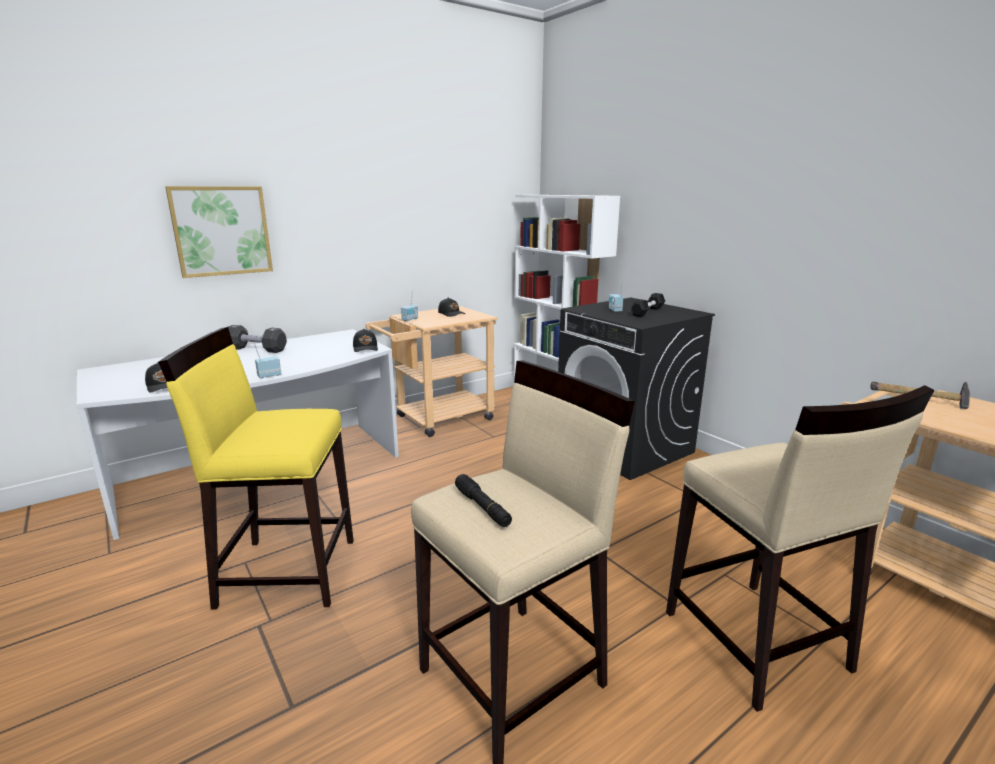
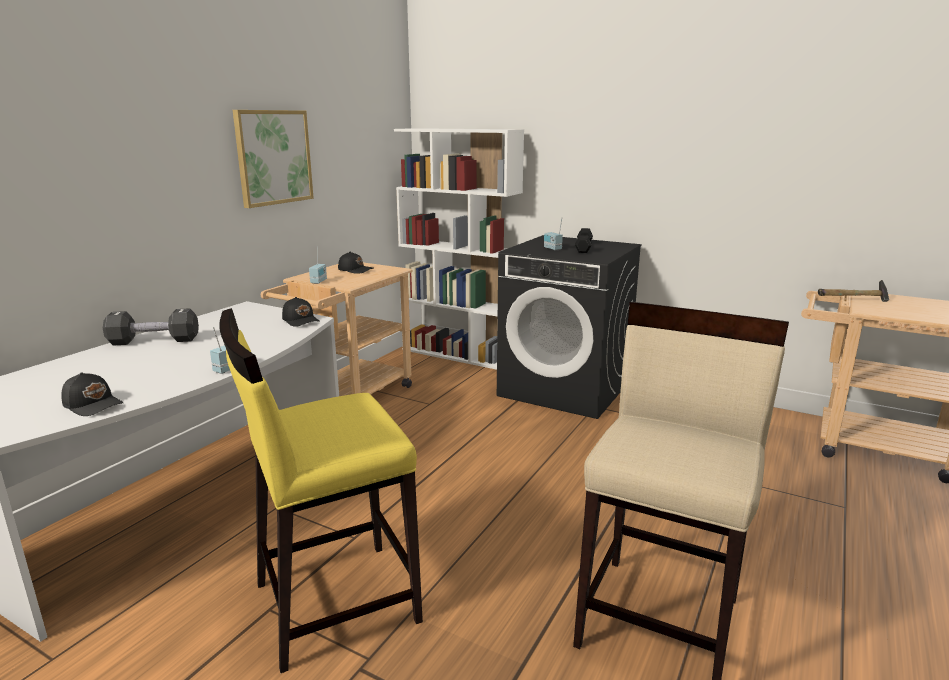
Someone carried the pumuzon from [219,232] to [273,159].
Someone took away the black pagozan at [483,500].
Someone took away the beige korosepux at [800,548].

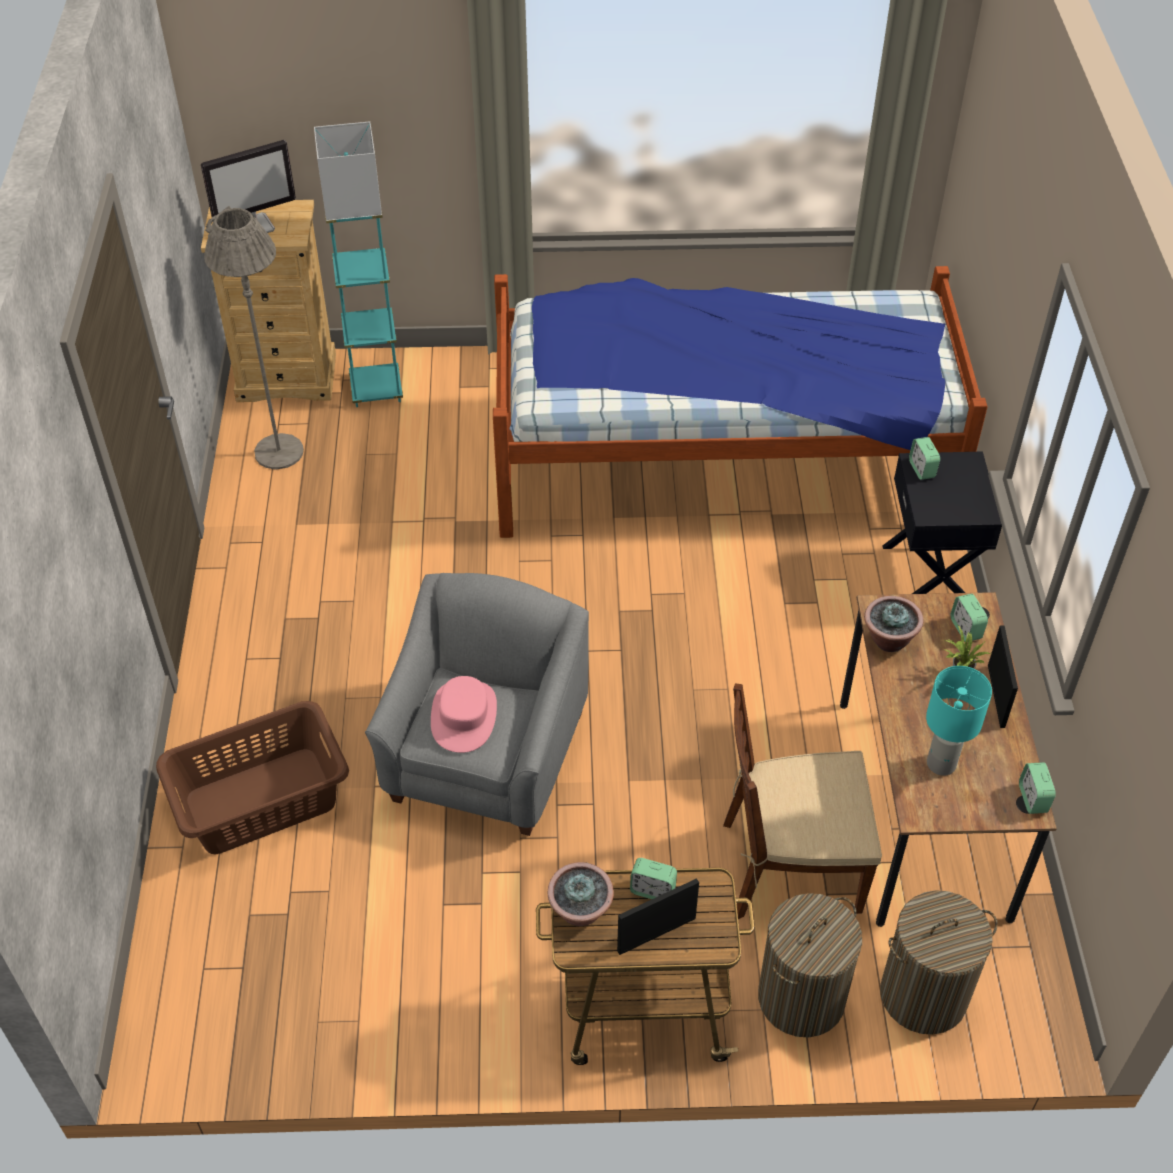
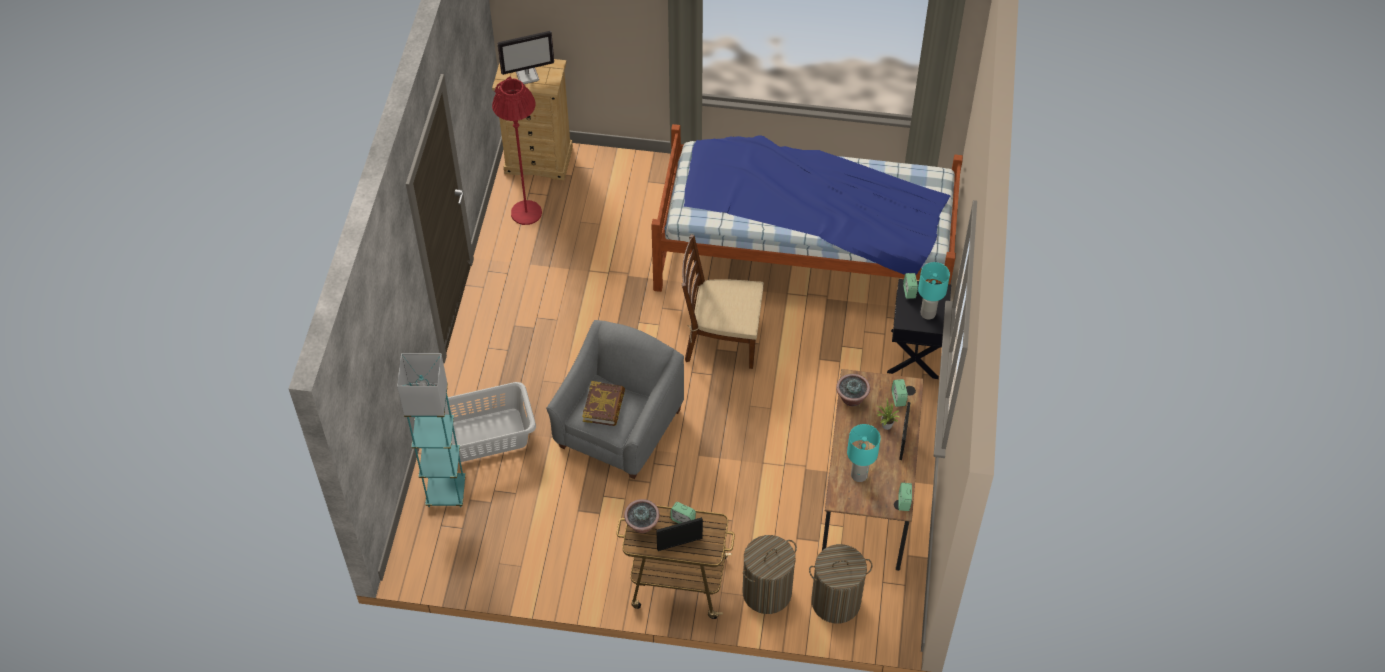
Someone repainted the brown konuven at [252,777], which became the grey konuven at [490,422].
Someone repainted the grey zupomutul at [254,338], which became the red zupomutul at [517,150].
Someone carried the turquoise zupomutul from [358,264] to [431,430].
Someone swapped the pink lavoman at [464,714] for the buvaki at [603,403].
Someone carried the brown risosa from [802,801] to [723,301].
Someone put down the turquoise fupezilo at [934,290].

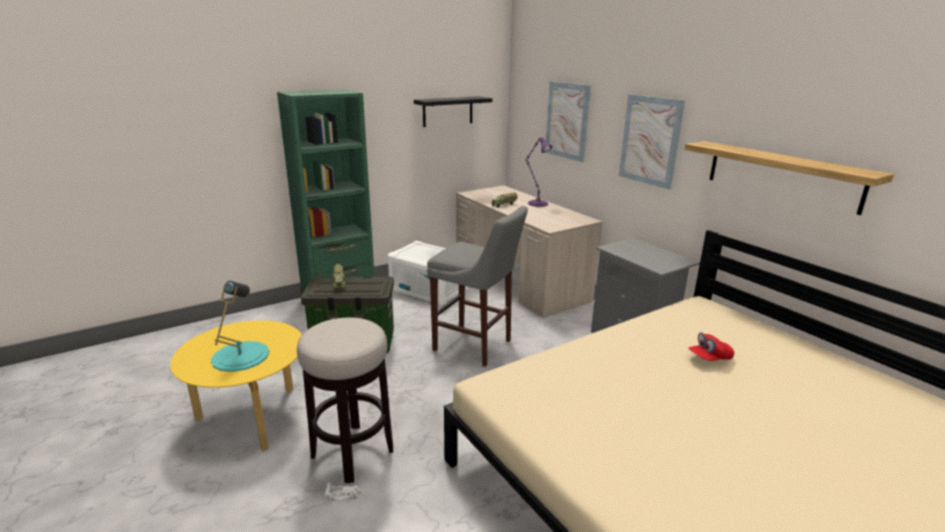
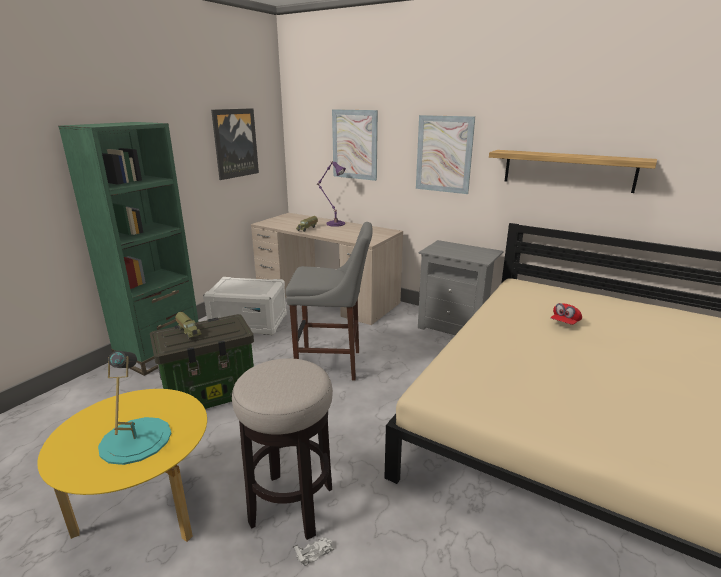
Someone swapped the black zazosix at [453,111] for the pumuzon at [235,144].

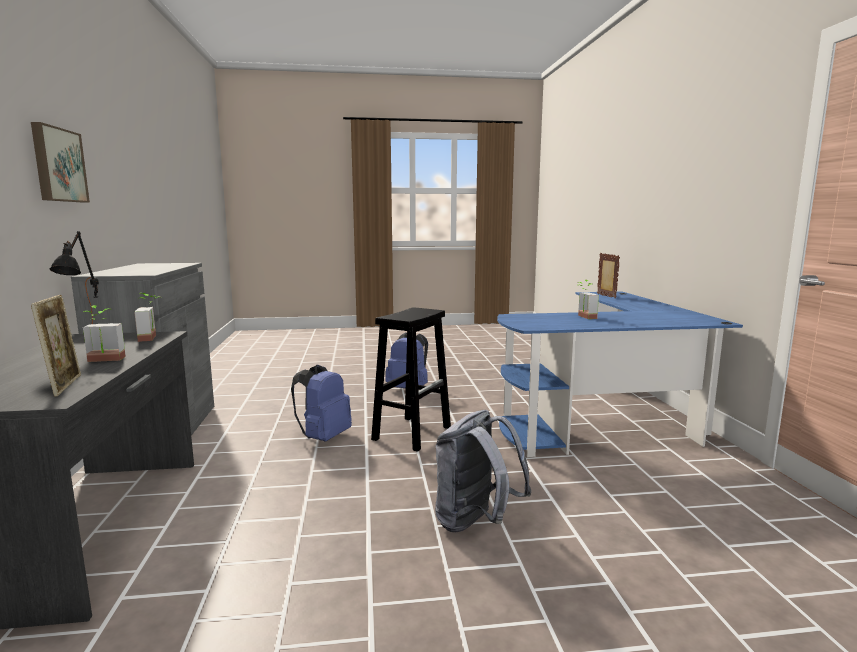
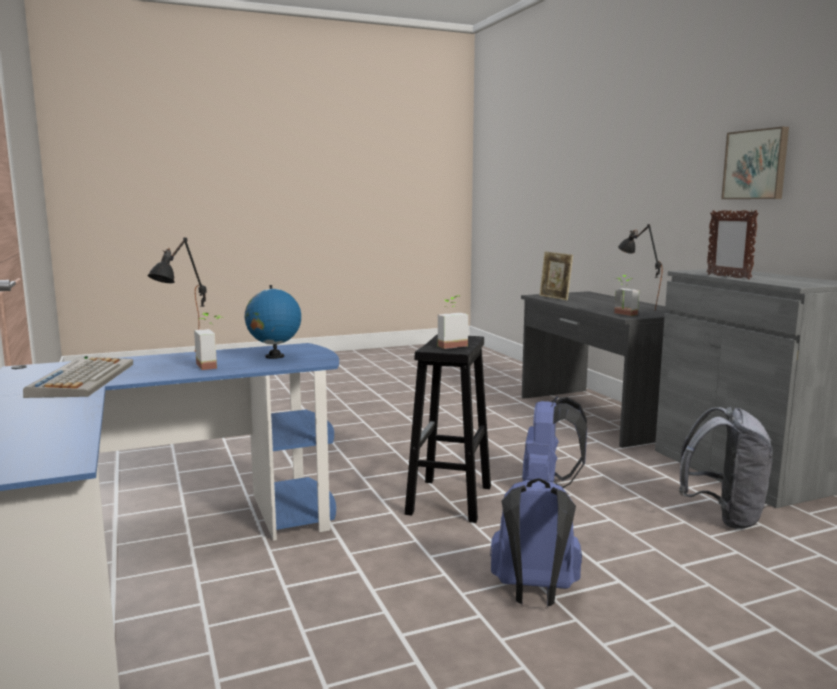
Someone carried the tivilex from [104,333] to [453,322].
Someone carried the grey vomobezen from [483,471] to [726,468].
Someone carried the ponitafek from [608,275] to [732,244].
Someone put down the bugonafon at [78,377].
Someone put down the black fupezilo at [177,283].
Someone put down the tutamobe at [273,322].

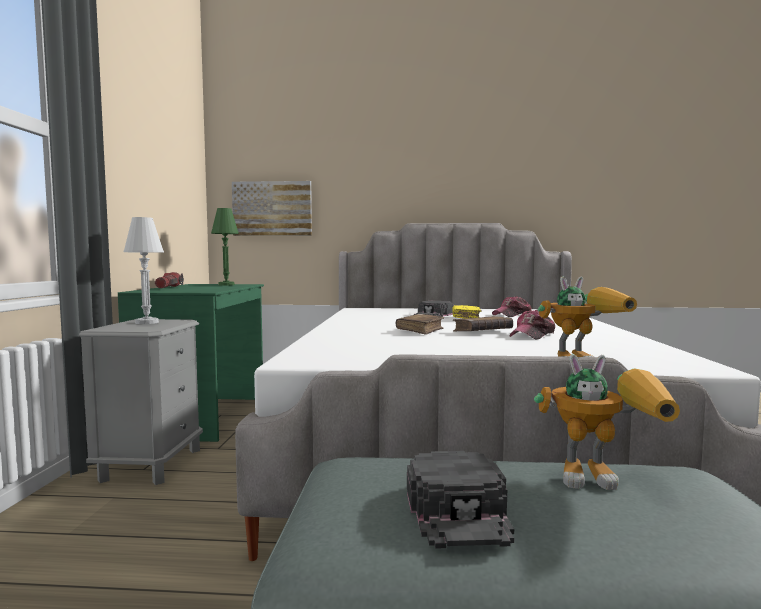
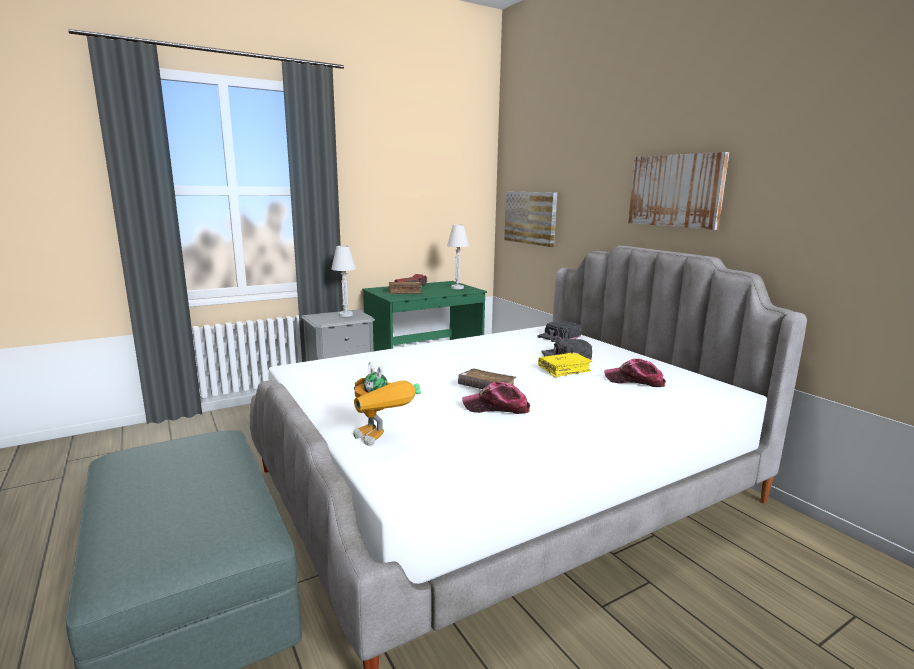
Someone repainted the green fupezilo at [225,247], which became the white fupezilo at [458,257].
Someone carried the brown buvaki from [420,324] to [405,288].
Someone carried the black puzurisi from [460,500] to [559,331].
Someone took away the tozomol at [607,422].
Someone put up the pumuzon at [678,191].

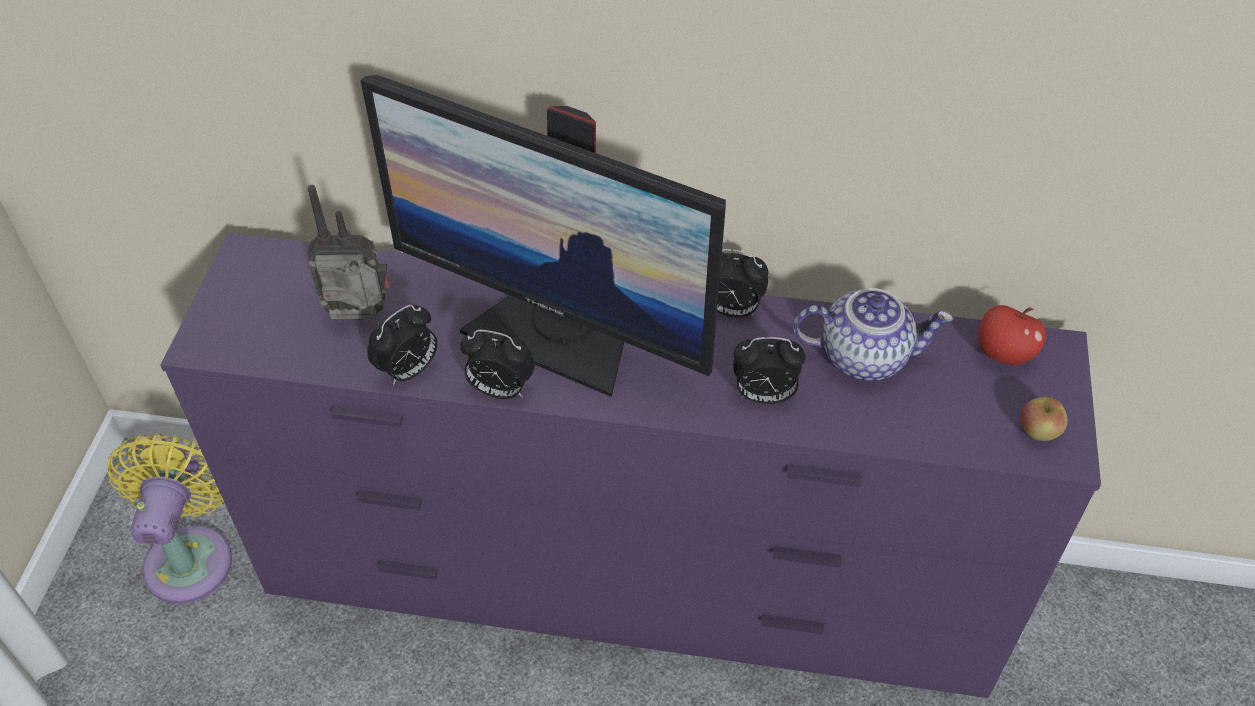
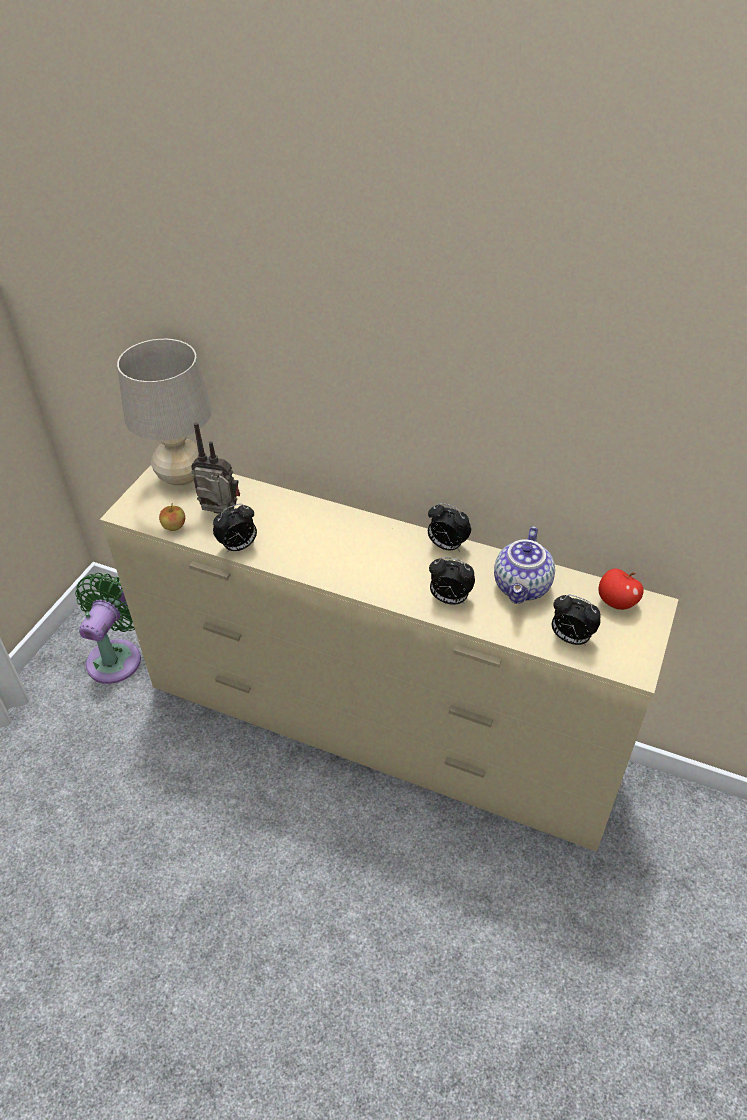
Someone repainted the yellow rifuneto at [169,519], which became the green rifuneto at [108,628].
Someone repainted the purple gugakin at [631,465], which became the beige gugakin at [389,658].
Someone took away the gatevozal at [543,236].
Someone carried the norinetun from [497,364] to [576,620].
Someone rotated the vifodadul at [873,334] by 90 degrees clockwise.
Someone carried the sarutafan from [1044,418] to [172,517].
Someone put down the beige fupezilo at [164,413].

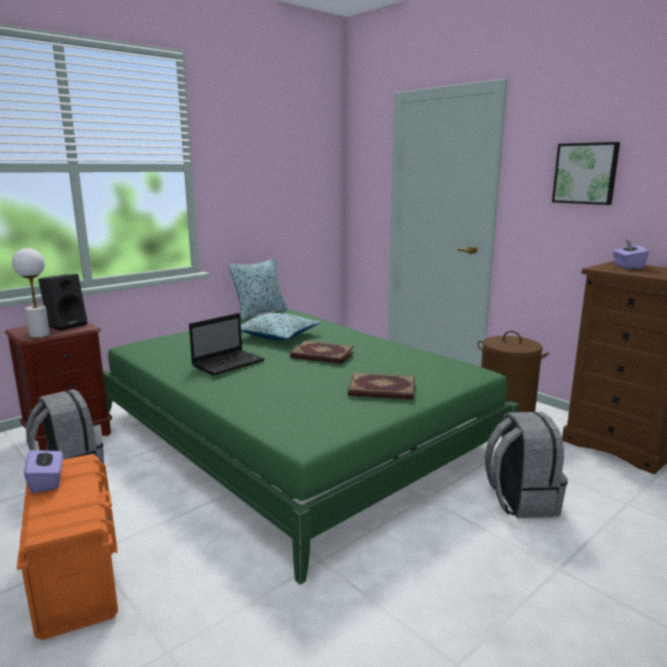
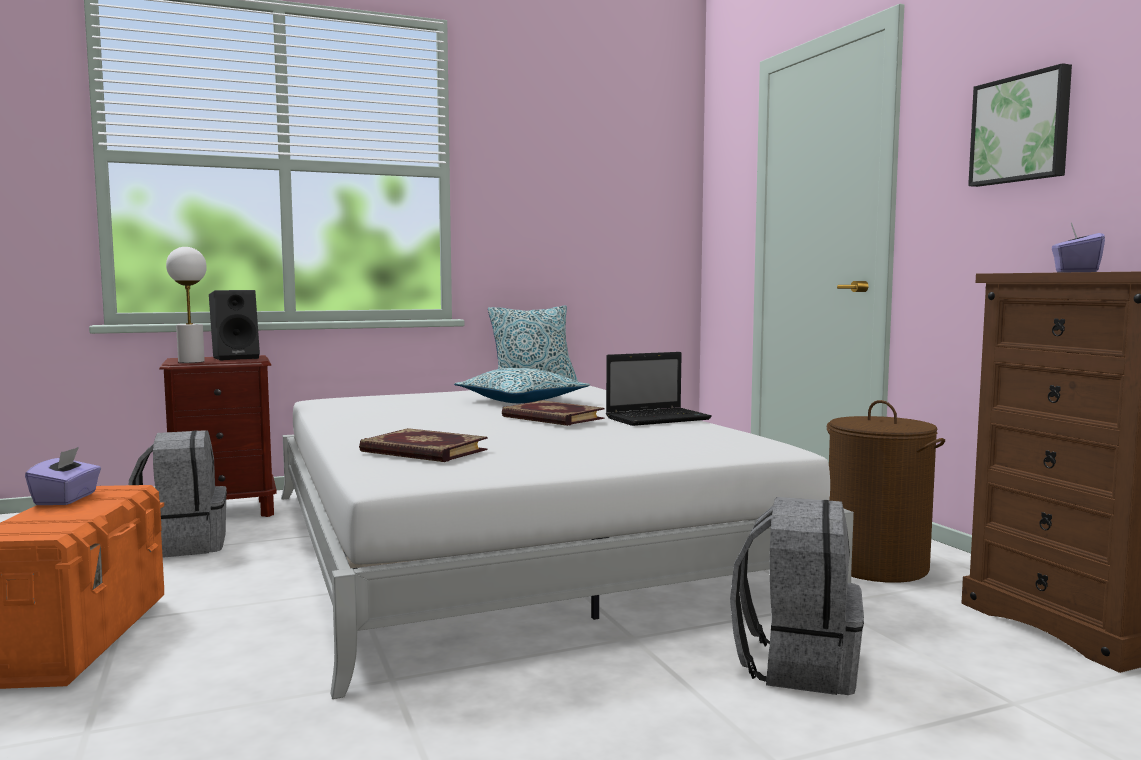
Someone repainted the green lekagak at [311,447], which became the white lekagak at [567,542].
Someone carried the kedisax from [227,344] to [659,389].
Someone carried the buvaki from [381,386] to [423,445].

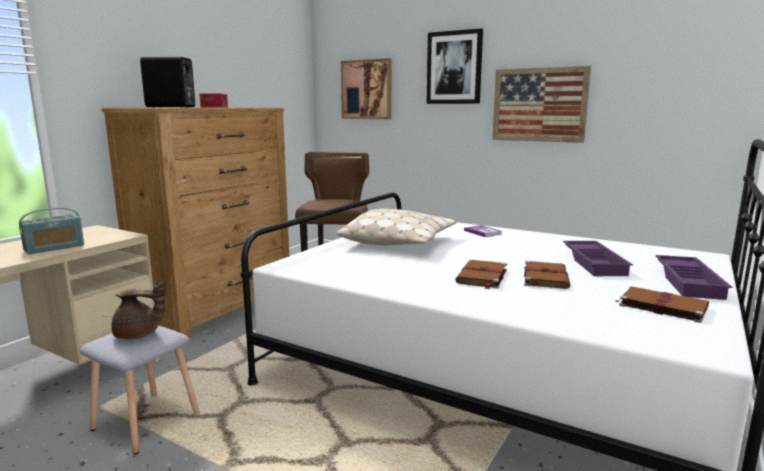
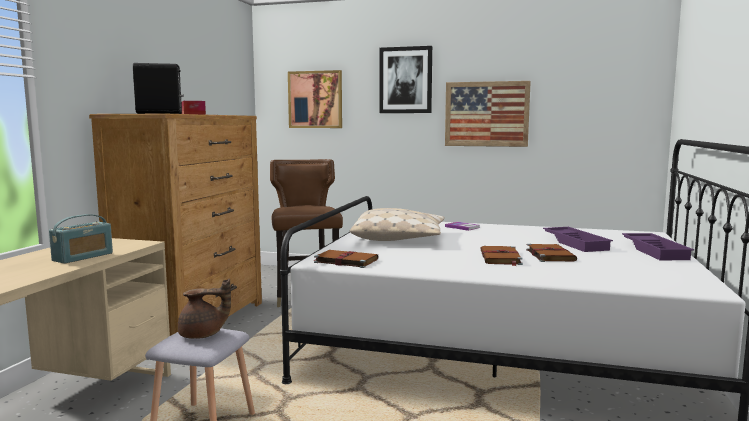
Someone carried the brown buvaki from [661,304] to [345,259].

